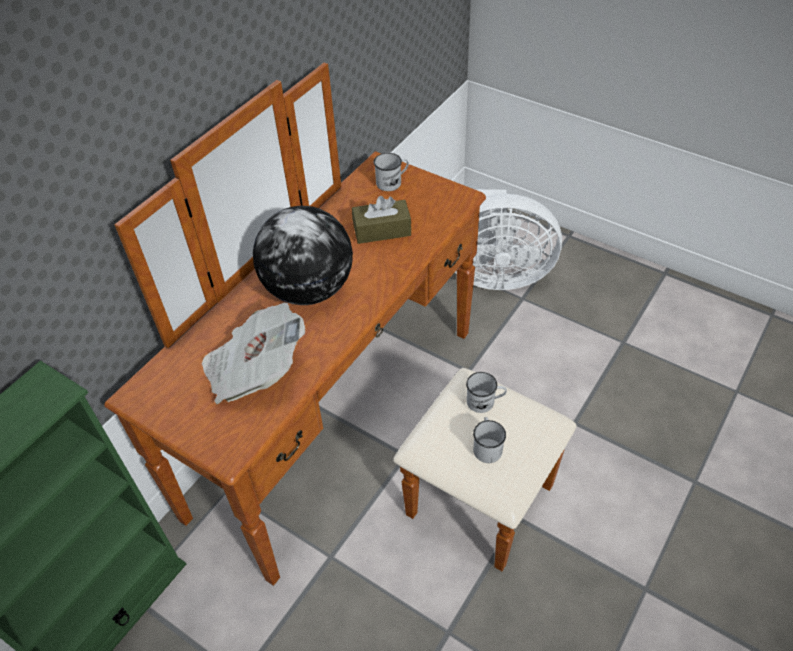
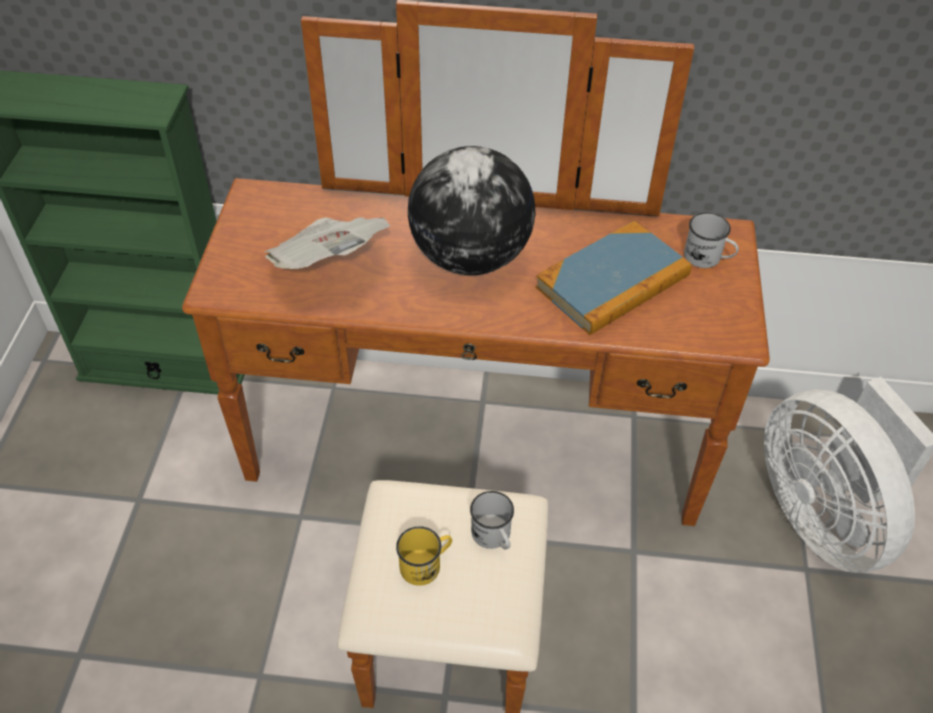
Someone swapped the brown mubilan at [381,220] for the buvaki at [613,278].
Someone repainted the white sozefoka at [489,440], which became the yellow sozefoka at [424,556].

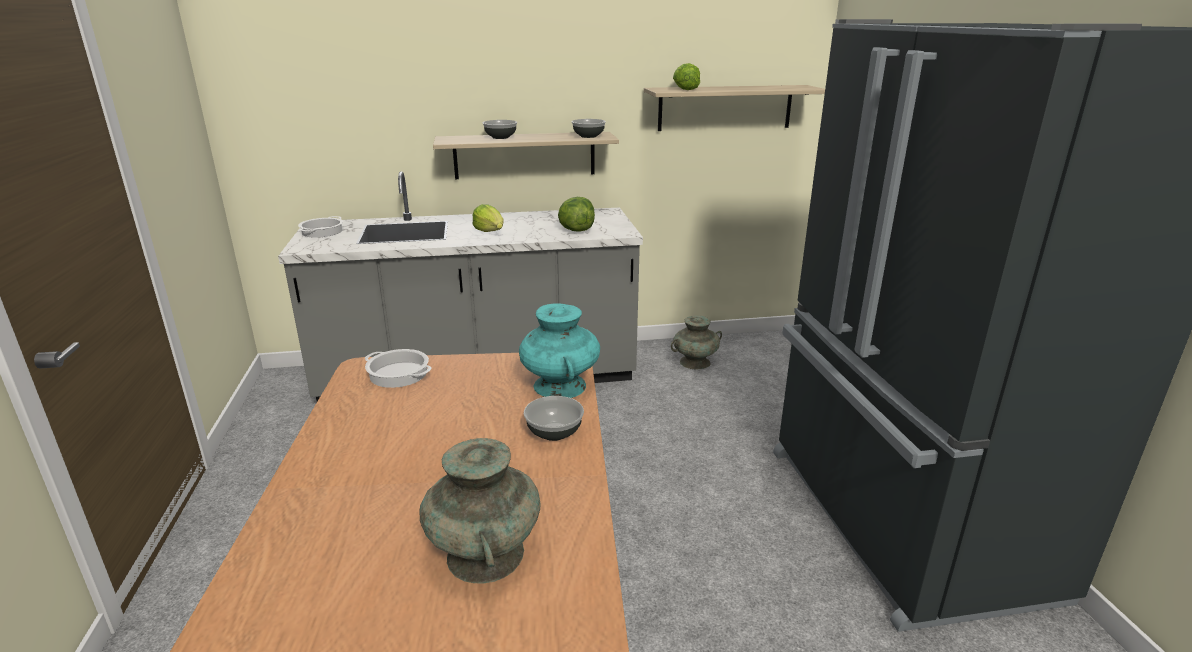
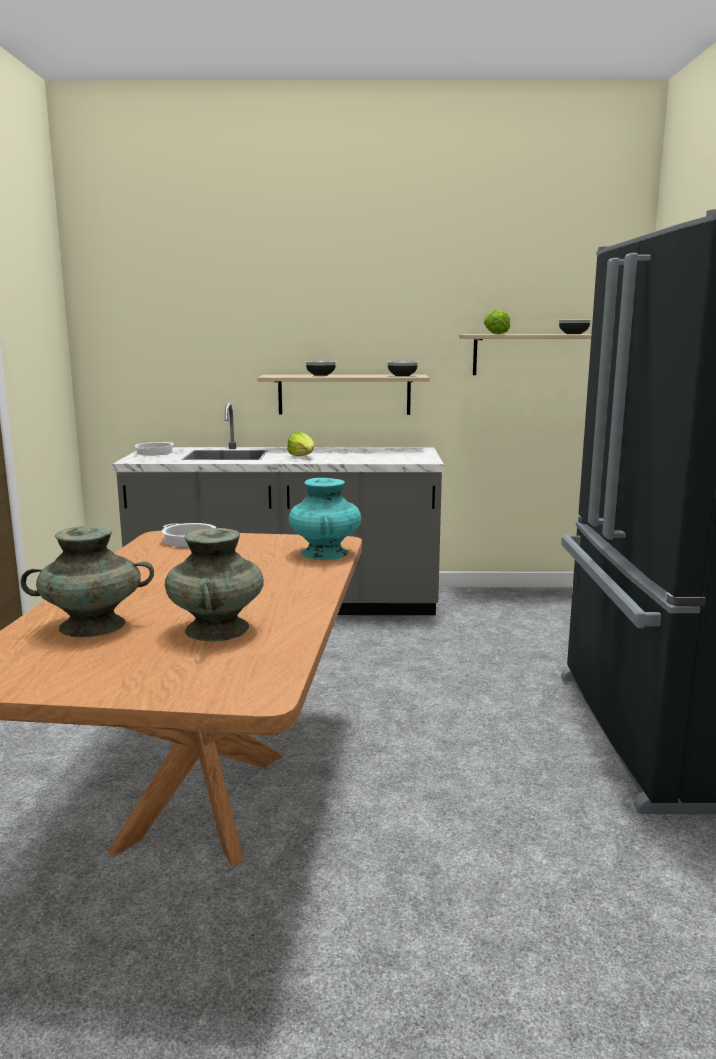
Someone carried the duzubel from [554,418] to [574,326].
Someone took away the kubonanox at [576,214].
Someone carried the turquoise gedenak from [696,342] to [87,581].

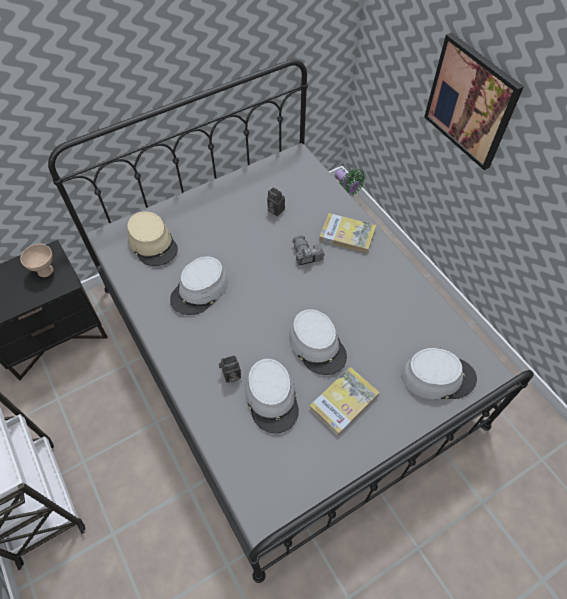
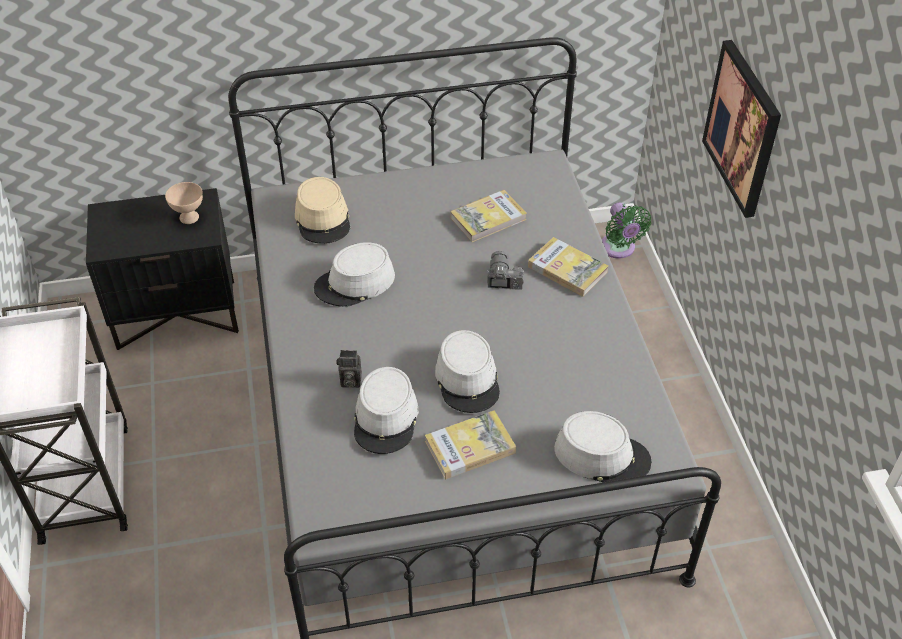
Someone swapped the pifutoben at [276,201] for the buvaki at [489,216].

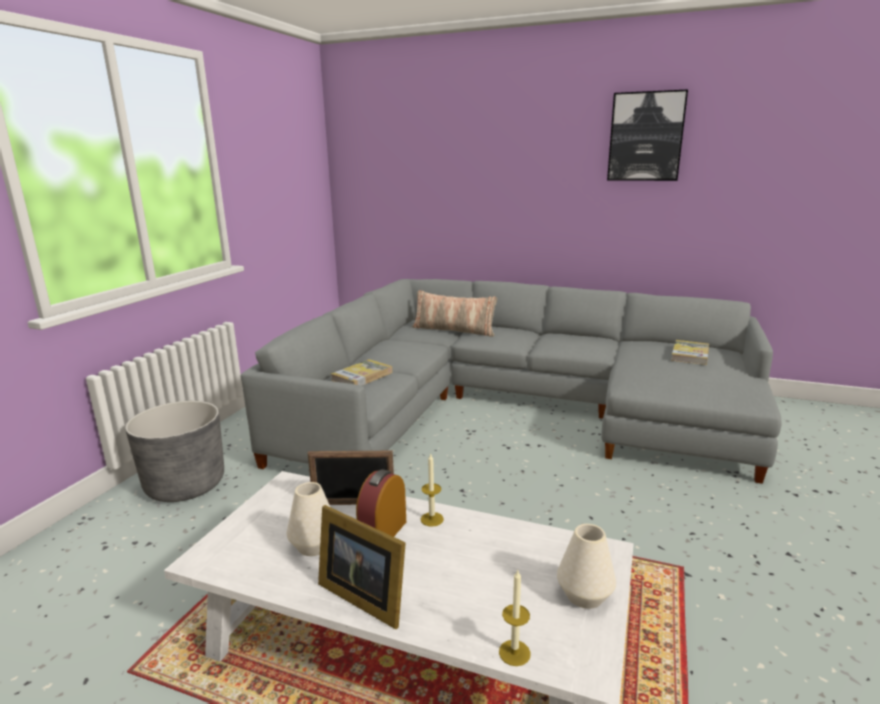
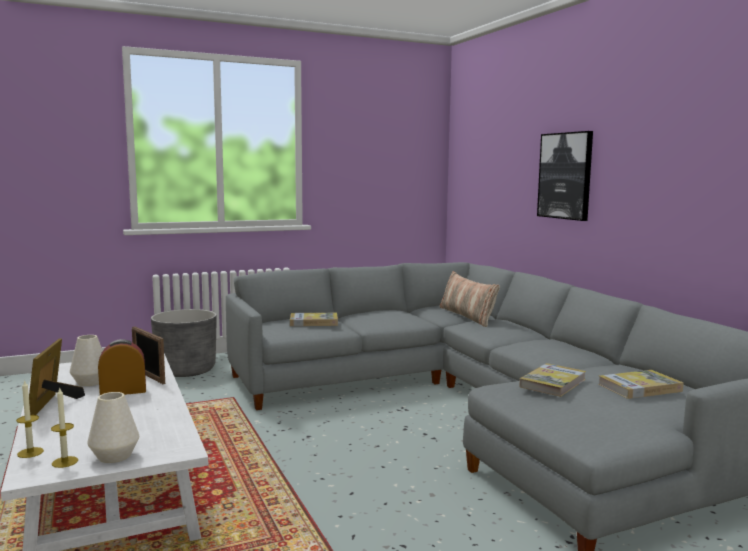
Someone carried the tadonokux from [432,490] to [64,427].
Someone carried the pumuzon from [647,135] to [565,176].
Someone put down the buvaki at [552,380].

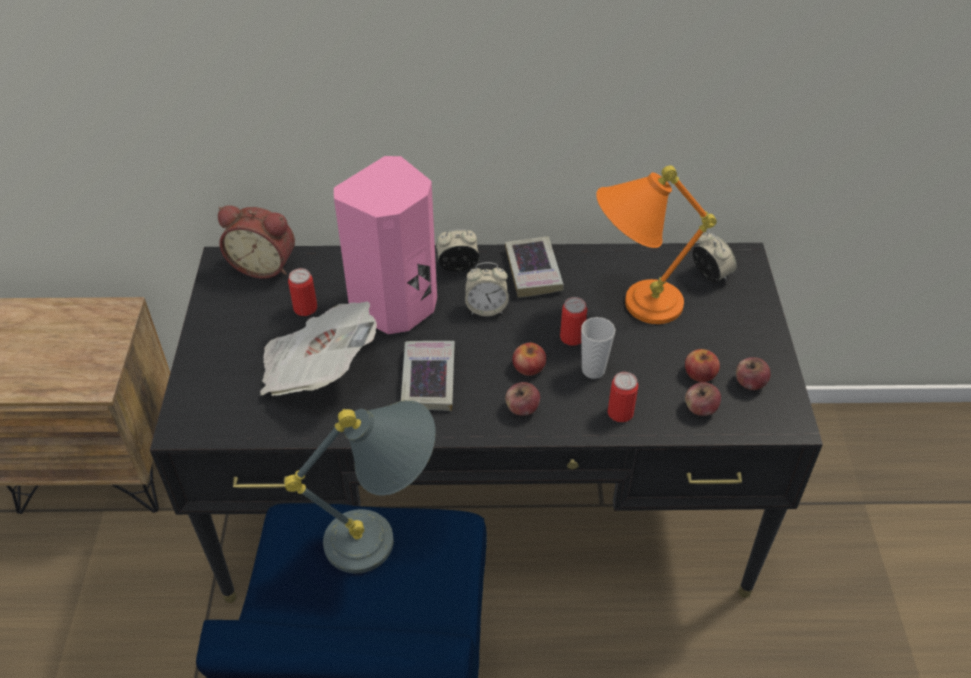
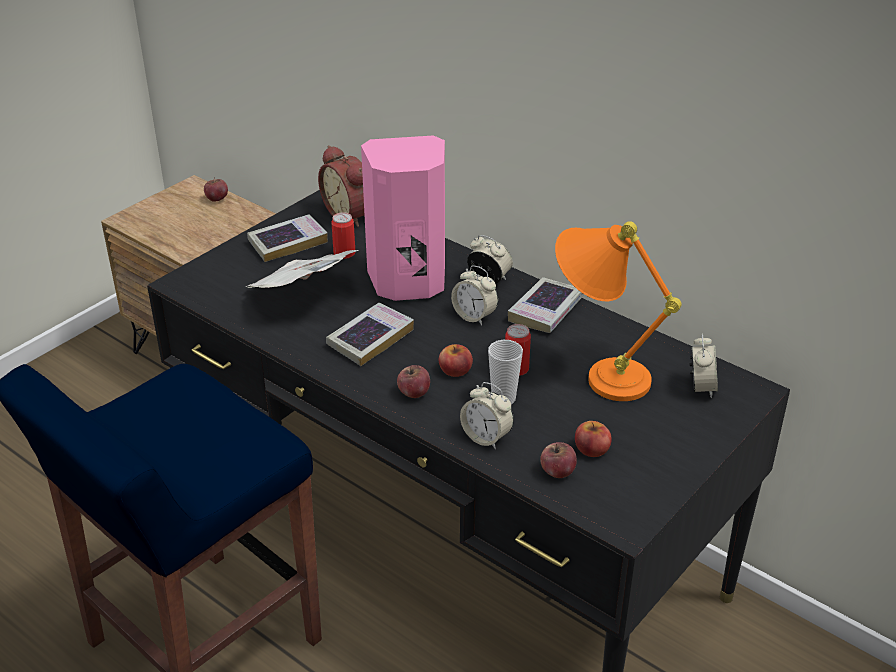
Someone took away the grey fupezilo at [360,486].
Someone swapped the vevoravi at [623,397] for the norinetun at [487,415].
Someone carried the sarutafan from [753,373] to [216,189].
Someone put down the buvaki at [287,238].

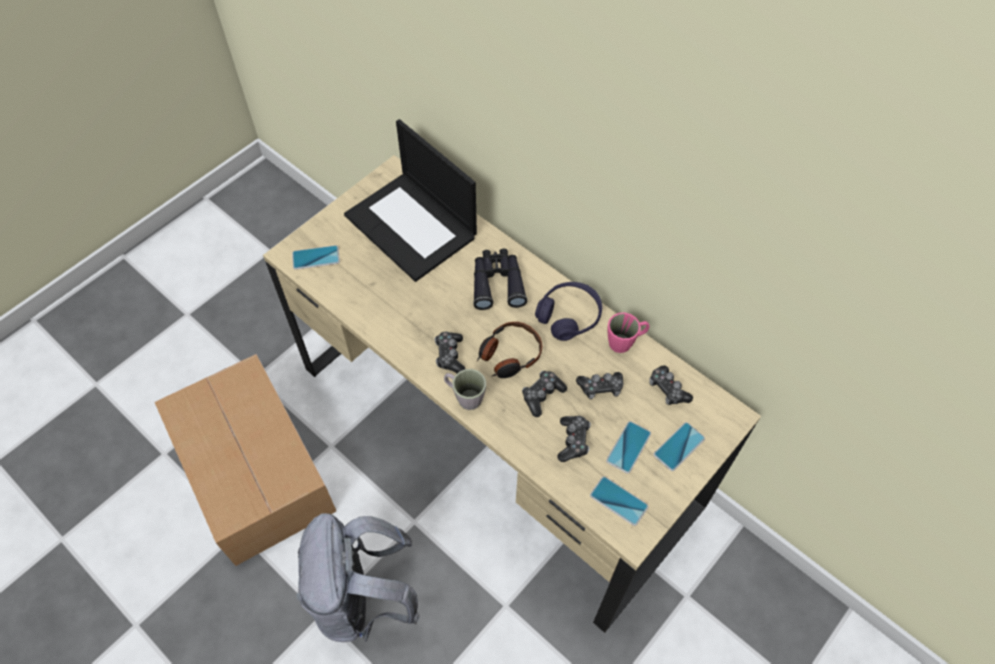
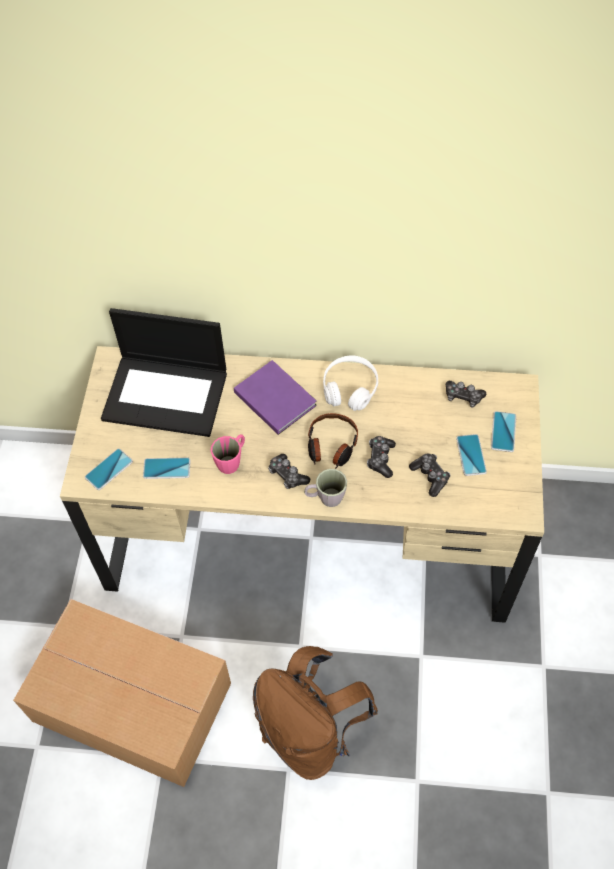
Someone repainted the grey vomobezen at [358,577], which became the brown vomobezen at [315,713].
Someone swapped the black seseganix at [500,279] for the purple buvaki at [275,397].
Someone repainted the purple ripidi at [568,311], which became the white ripidi at [350,383].
Someone took away the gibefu at [599,385].
Someone carried the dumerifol from [619,501] to [167,468].
Someone carried the pink sozefoka from [628,333] to [228,454].

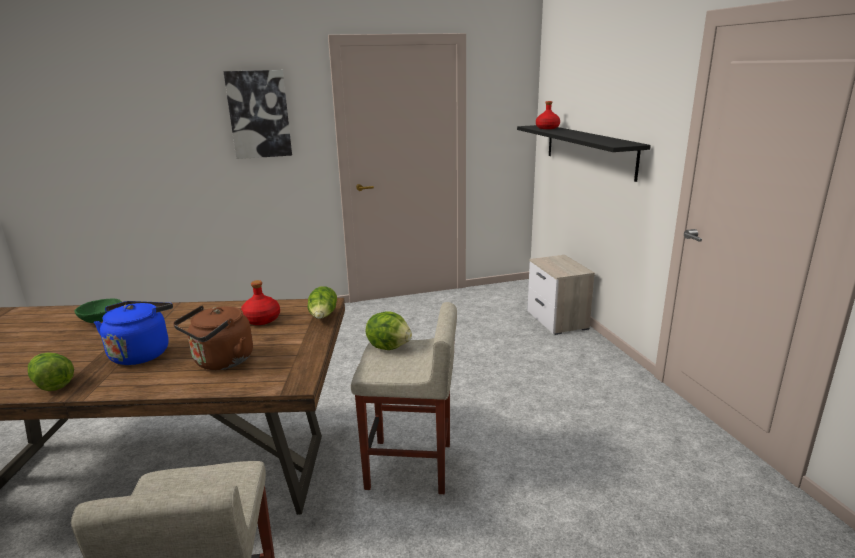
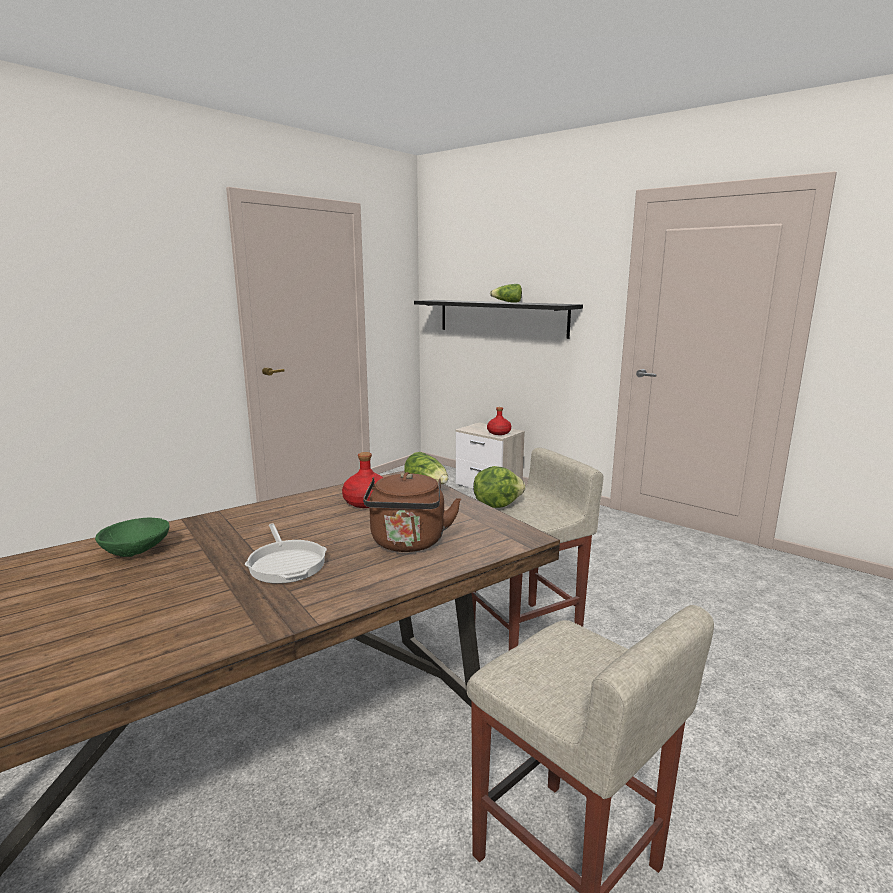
Someone carried the kubonanox from [51,371] to [506,293].
Someone swapped the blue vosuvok at [133,333] for the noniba at [286,553].
Someone took away the pumuzon at [257,114].
Someone carried the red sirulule from [548,115] to [499,421].

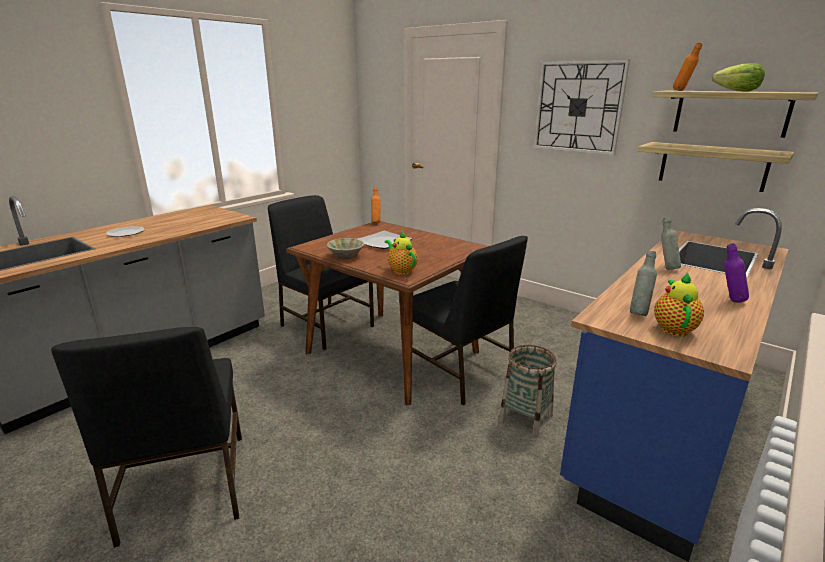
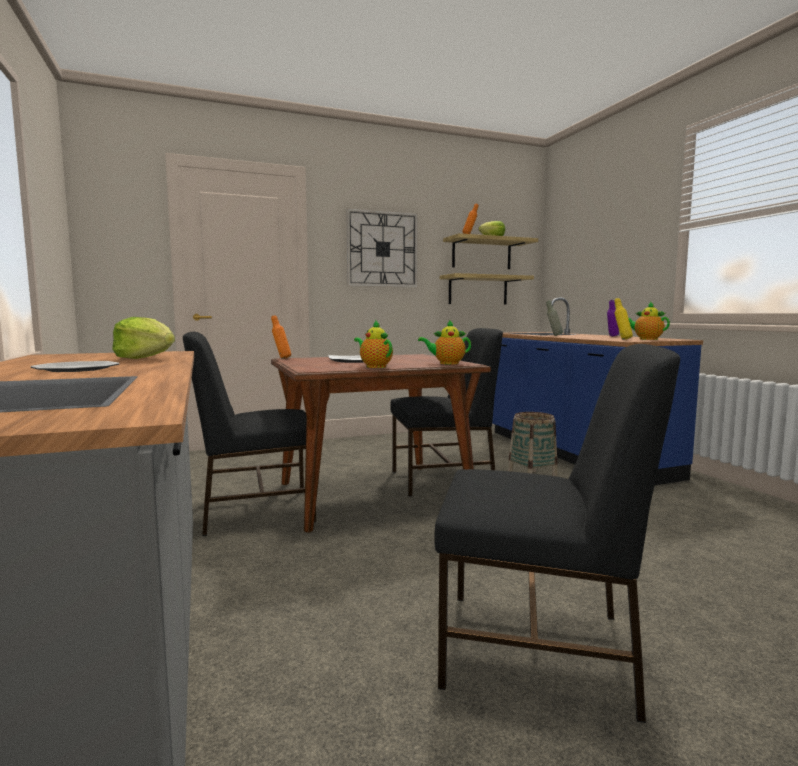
Someone swapped the beige duzubel at [345,248] for the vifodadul at [373,344].
Someone repainted the grey sirulule at [643,283], which became the yellow sirulule at [624,319].
Someone put down the kubonanox at [143,338].

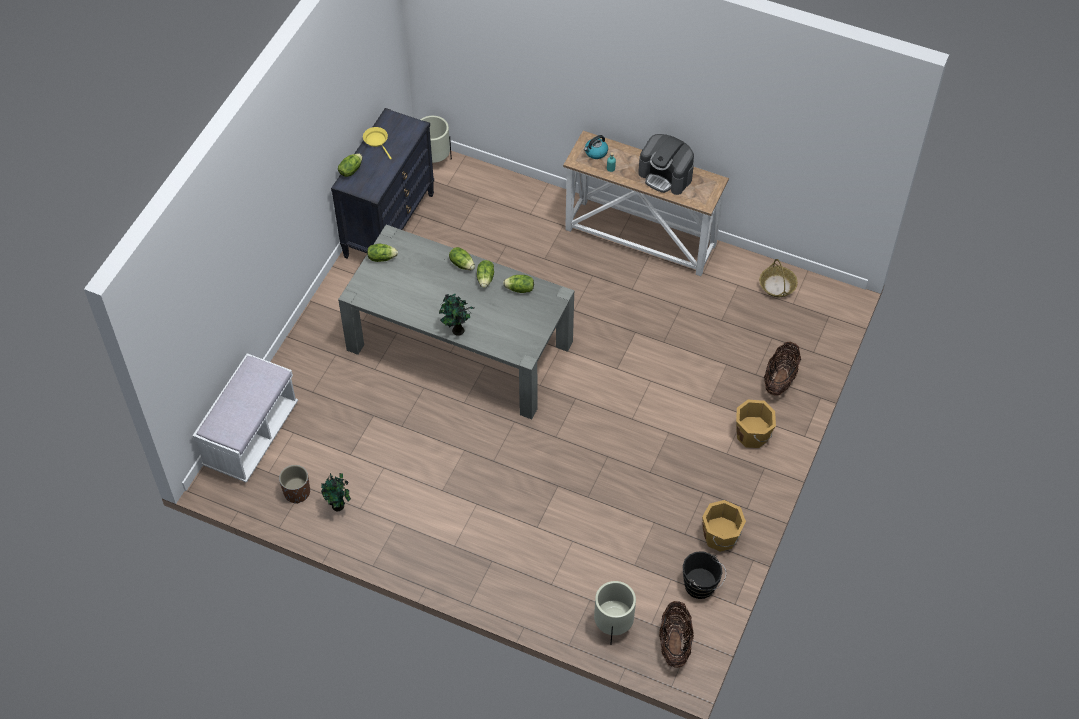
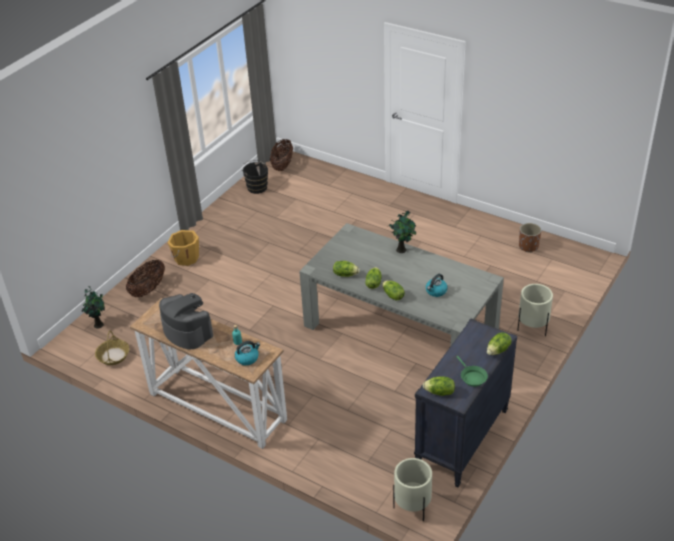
Someone took away the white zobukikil at [245,418].
Someone carried the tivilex from [336,492] to [93,307].
Someone repainted the yellow noniba at [377,143], which became the green noniba at [472,371].
Someone carried the kubonanox from [382,253] to [439,386].
Someone carried the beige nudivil from [615,613] to [535,310].
Someone took away the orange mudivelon at [724,526].
Someone put down the vosuvok at [437,285].

